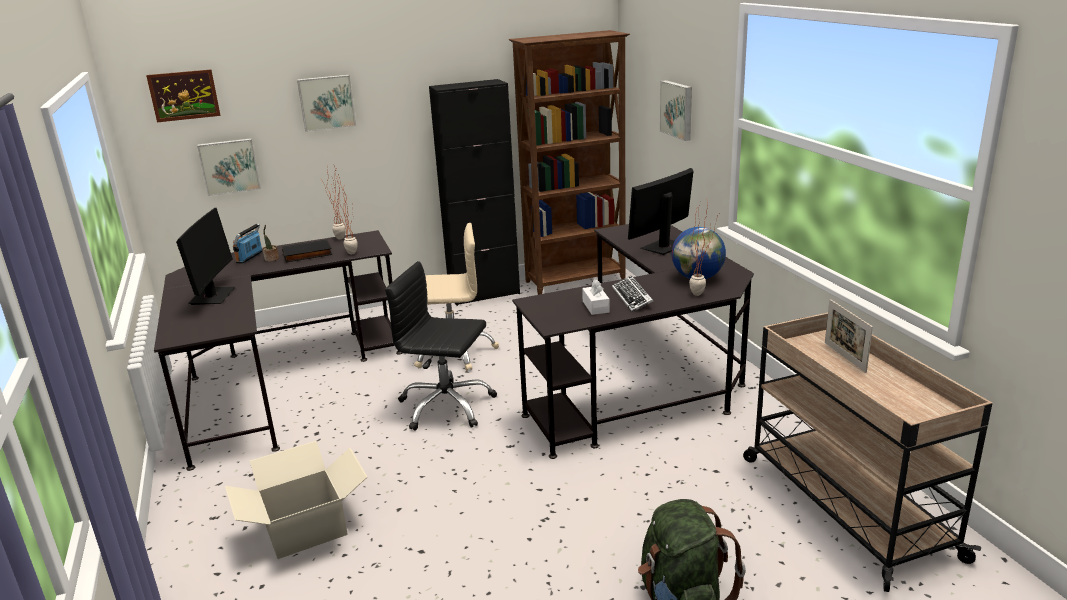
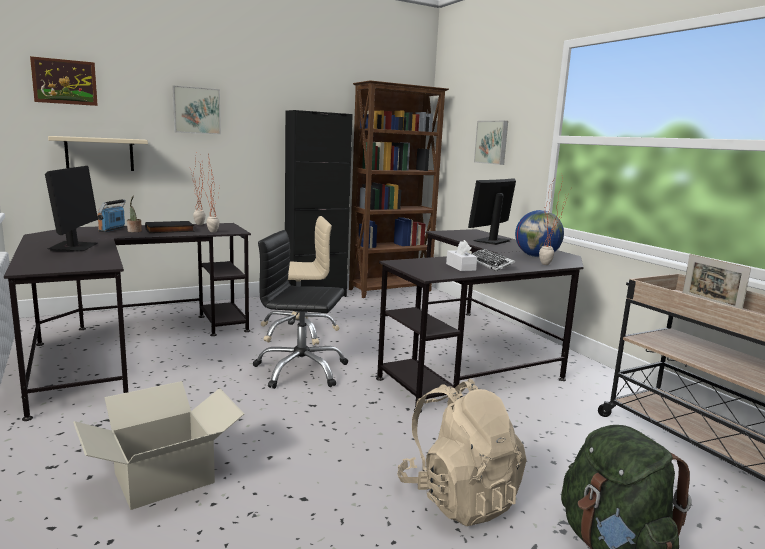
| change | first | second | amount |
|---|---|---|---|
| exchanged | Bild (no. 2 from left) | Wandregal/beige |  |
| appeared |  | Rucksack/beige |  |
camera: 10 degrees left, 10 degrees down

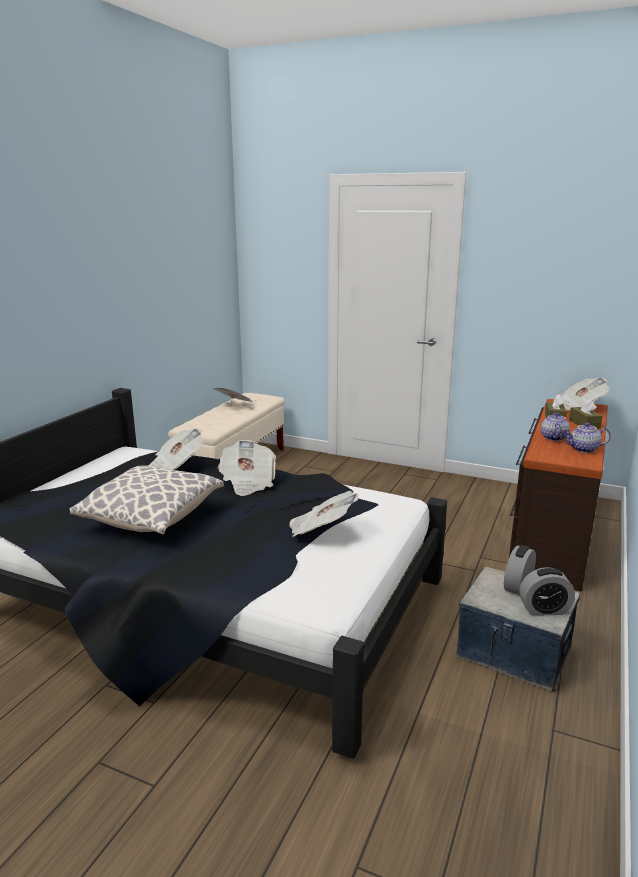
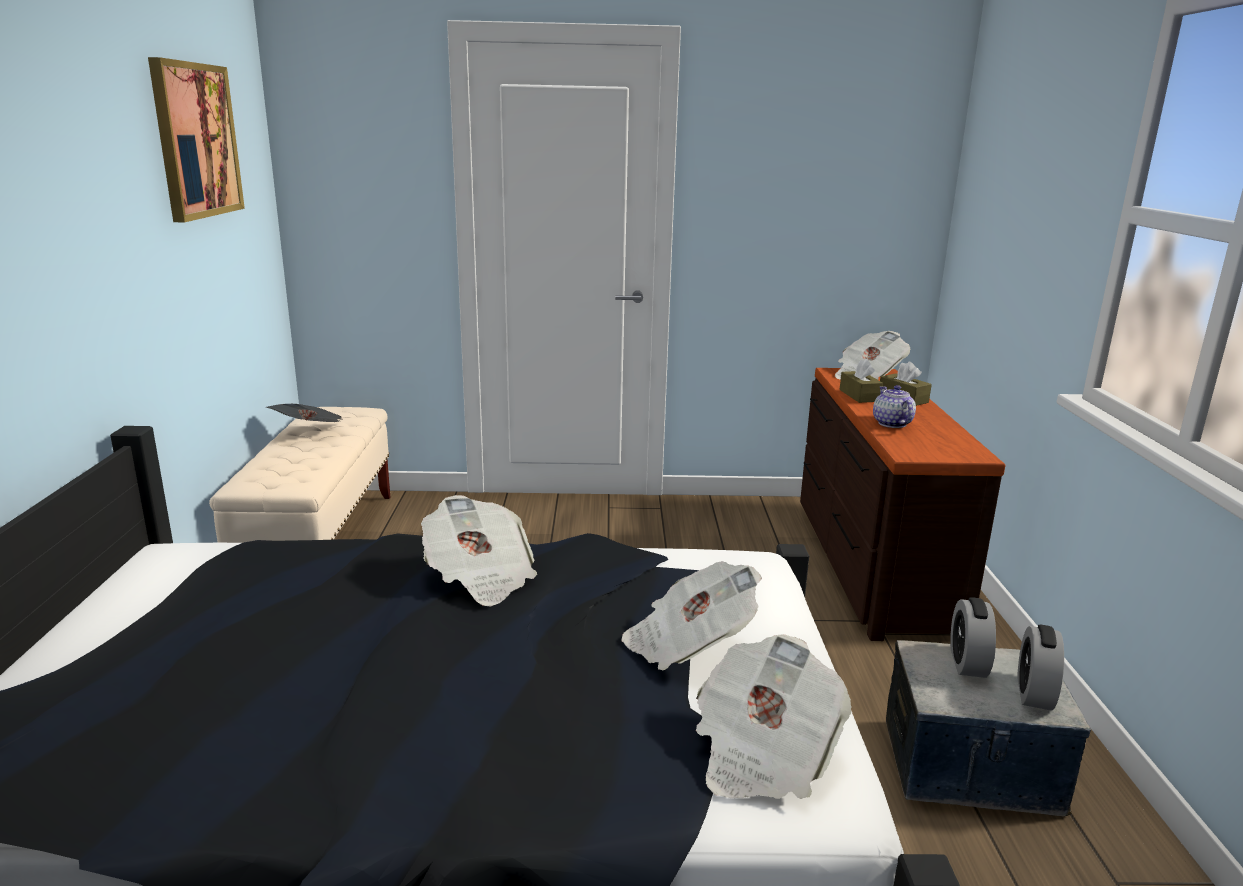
| change | first | second | amount |
|---|---|---|---|
| appeared |  | Bild |  |
| relocated | Zeitung (no. 1 from left in the first image) | Zeitung (no. 4 from left) |  |
| spun | Wecker (no. 2 from left) |  | 135 degrees clockwise |
| missing | Kissen |  |  |
| missing | Teekanne (no. 2 from left) |  |  |
camera: 25 degrees left, 0 degrees up

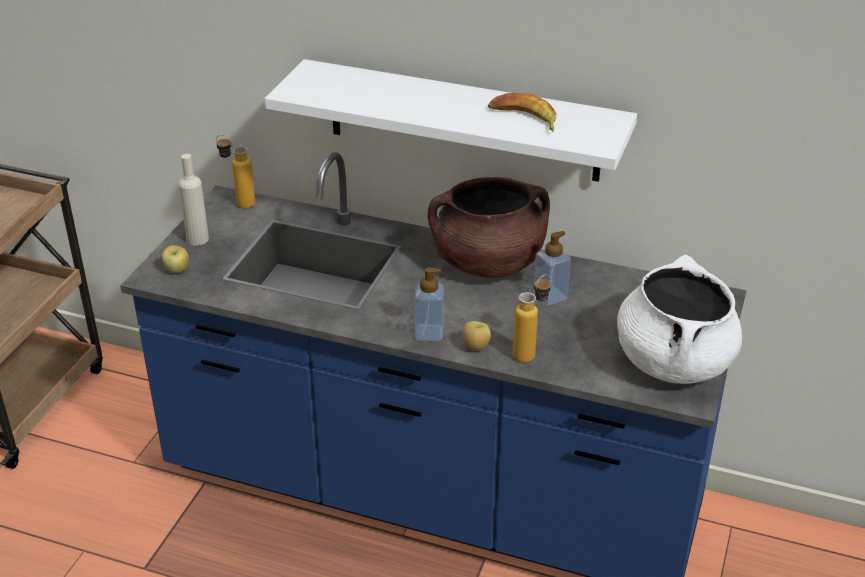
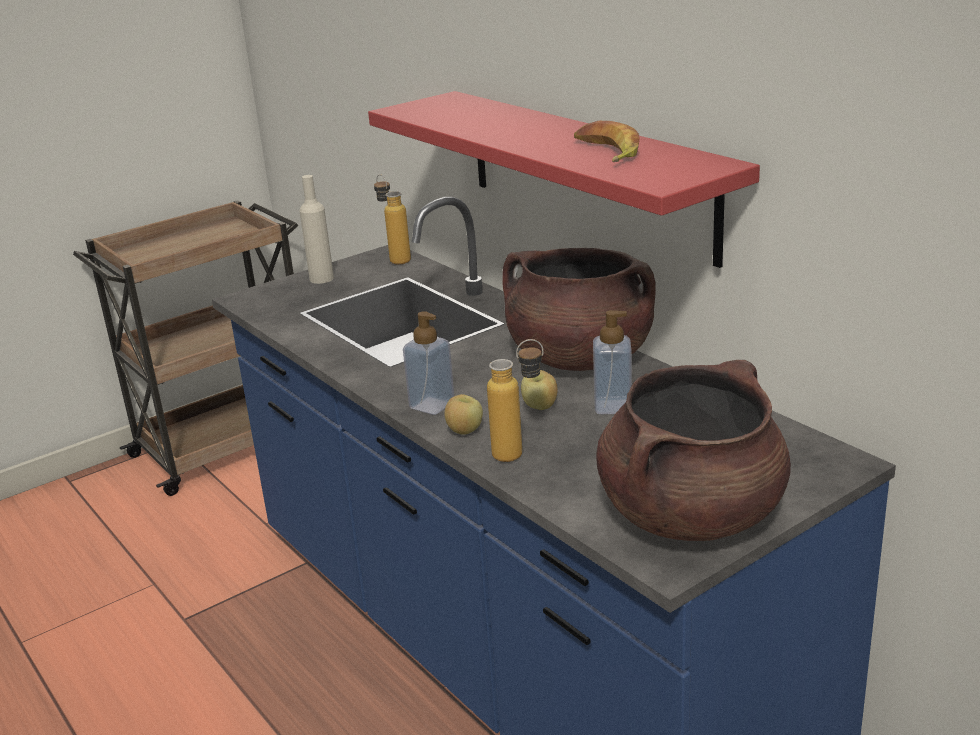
| change | first | second | amount |
|---|---|---|---|
| colour | Wandregal/weiß | Wandregal/rot |  |
| relocated | Apfel (no. 1 from left in the first image) | Apfel (no. 2 from left) |  |
| colour | Kochtopf/weiß | Kochtopf/braun (no. 2 from left) |  |
camera: 35 degrees right, 10 degrees down

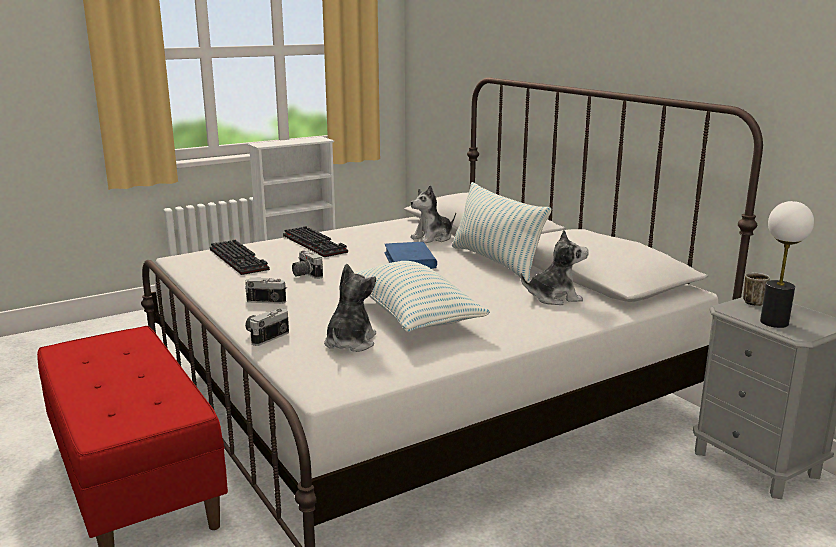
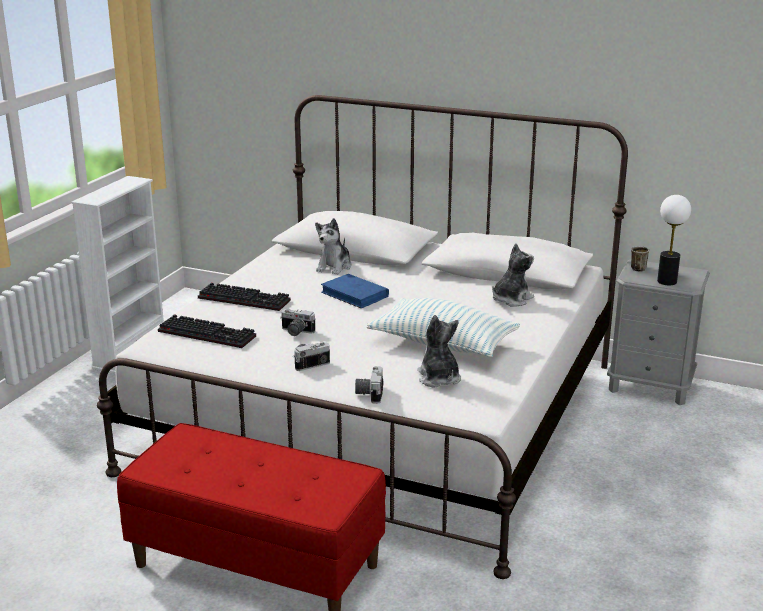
| change | first | second | amount |
|---|---|---|---|
| missing | Kissen (no. 2 from left) |  |  |
camera: 35 degrees left, 5 degrees up

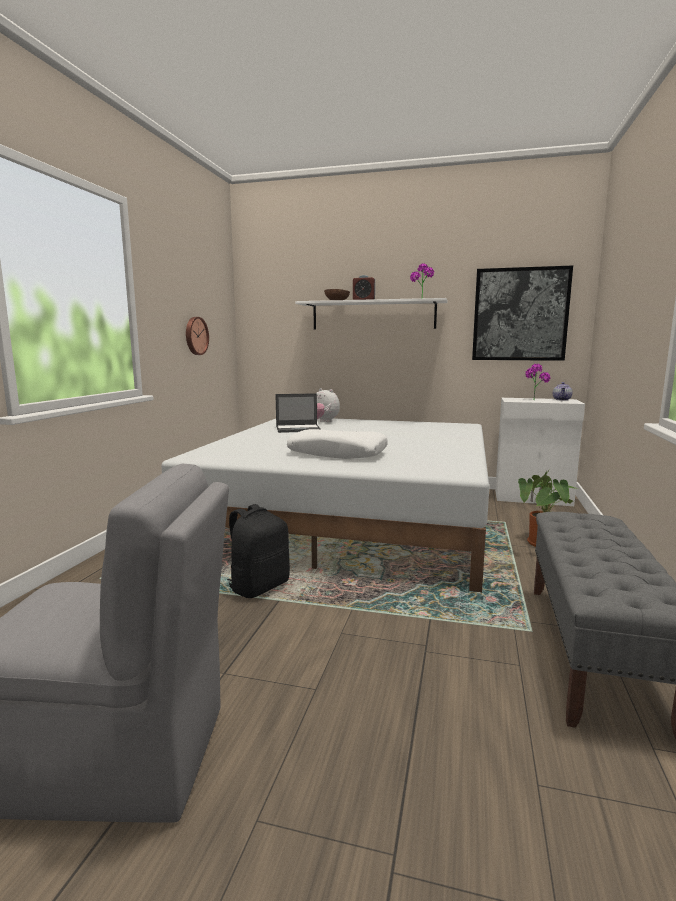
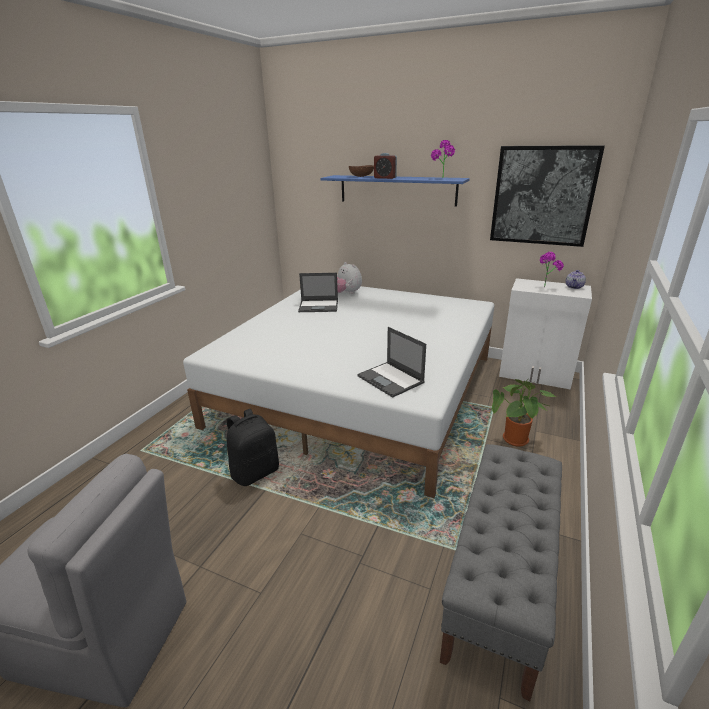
| change | first | second | amount |
|---|---|---|---|
| colour | Wandregal/weiß | Wandregal/blau |  |
| appeared |  | Laptop (no. 2 from left) |  |
| missing | Wanduhr |  |  |
| missing | Kissen/weiß |  |  |
camera: 10 degrees right, 15 degrees up

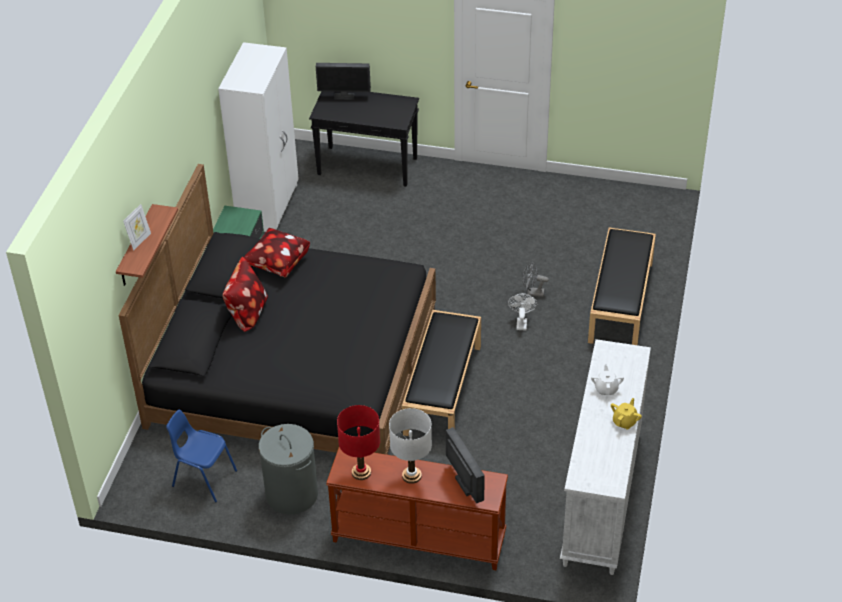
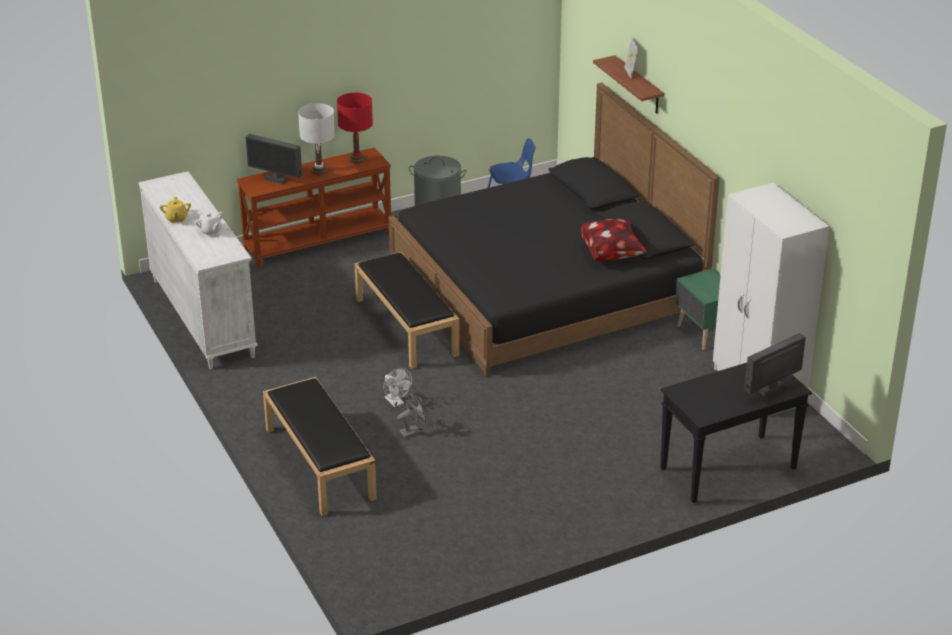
| change | first | second | amount |
|---|---|---|---|
| missing | Kissen (no. 1 from left) |  |  |
camera: 140 degrees right, 10 degrees down

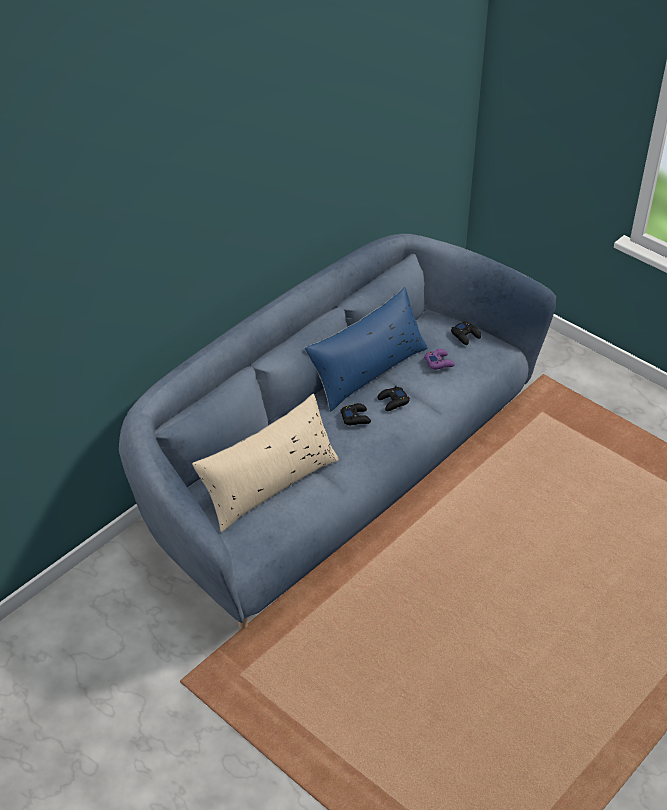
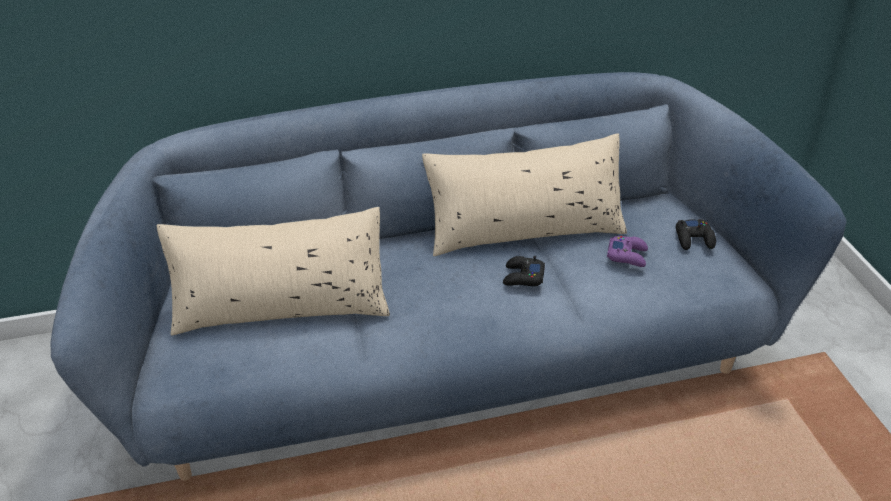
| change | first | second | amount |
|---|---|---|---|
| colour | Kissen/blau | Kissen/beige (no. 2 from left) |  |
| missing | Gamepad/schwarz (no. 1 from left) |  |  |
camera: 35 degrees right, 5 degrees down

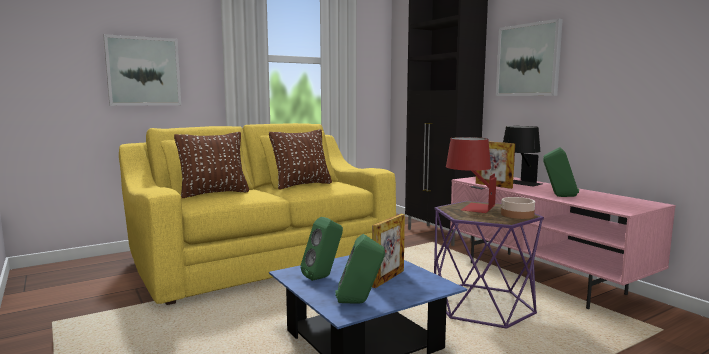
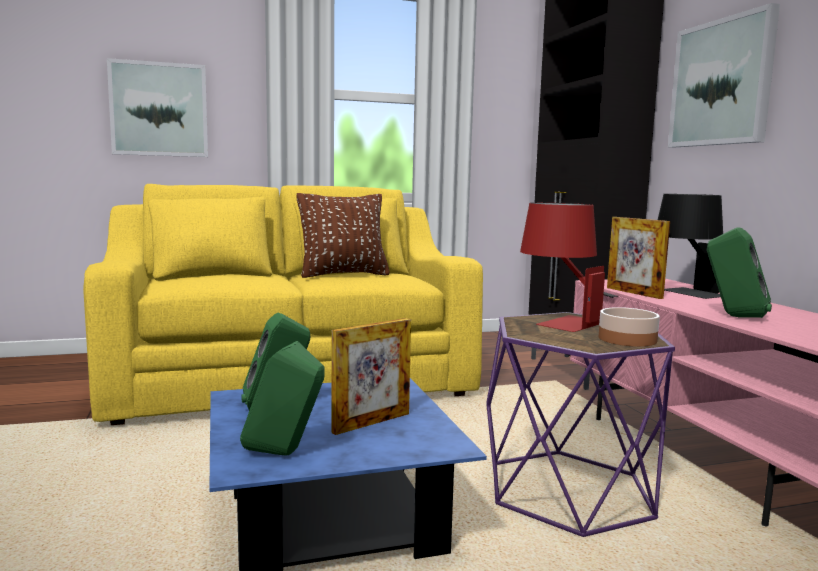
| change | first | second | amount |
|---|---|---|---|
| missing | Kissen/braun (no. 1 from left) |  |  |
camera: 15 degrees right, 0 degrees up

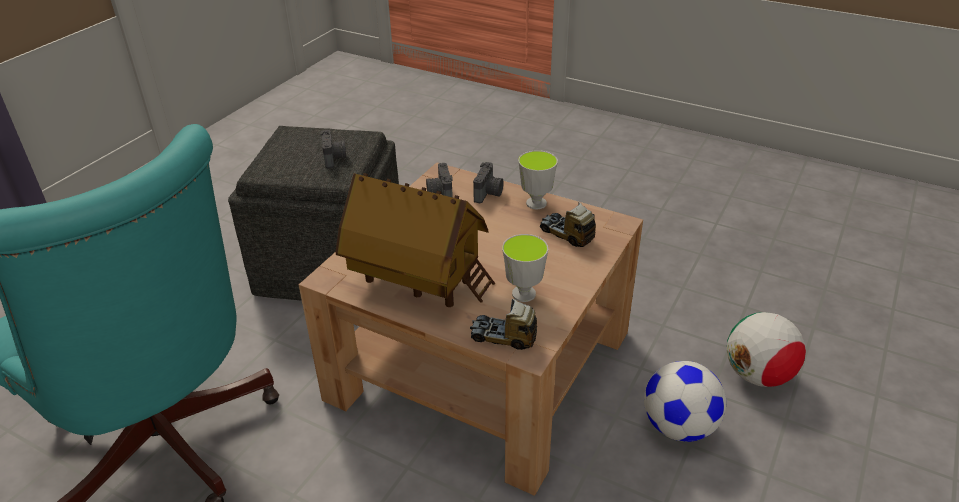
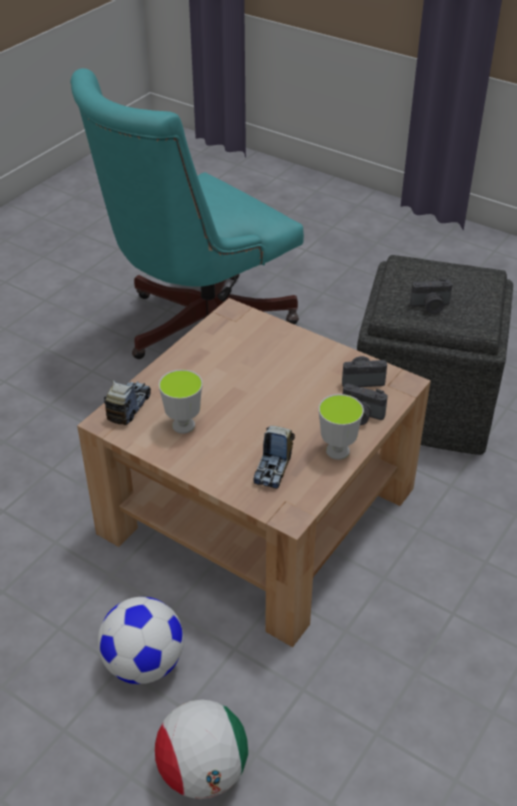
| change | first | second | amount |
|---|---|---|---|
| spun | Spielzeuglaster (no. 2 from left) |  | 150 degrees clockwise |
| missing | Spielzeughaus |  |  |
camera: 95 degrees right, 5 degrees up

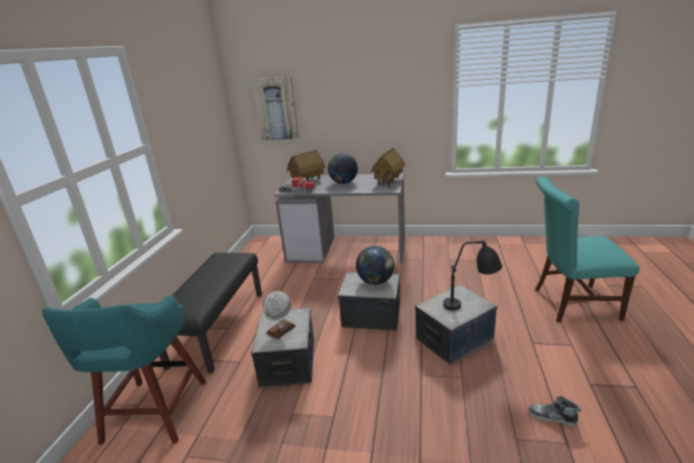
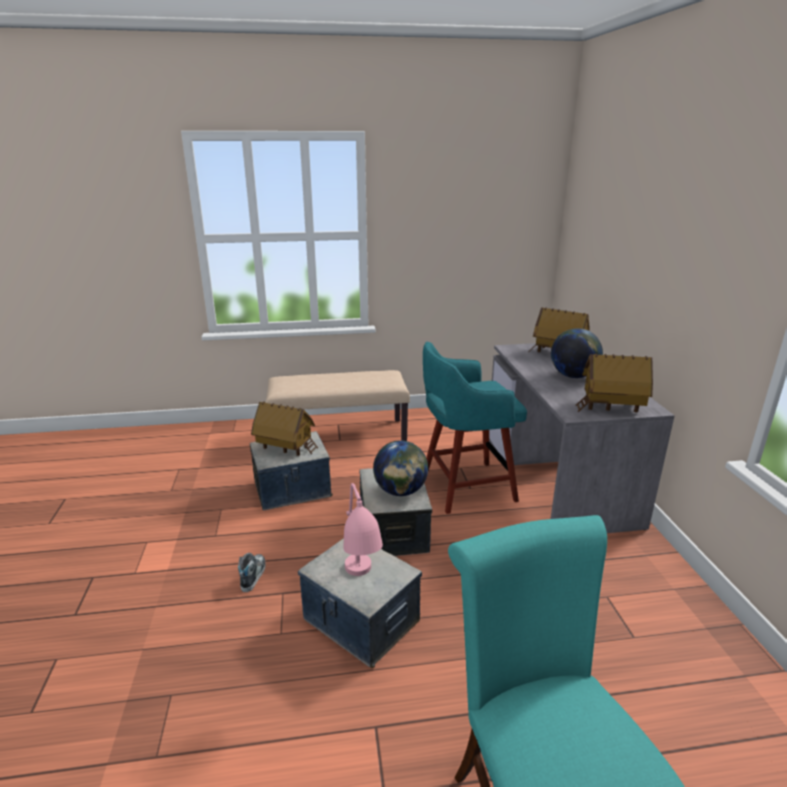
| change | first | second | amount |
|---|---|---|---|
| relocated | Schuh |  |  |
| exchanged | Globus (no. 1 from left) | Spielzeughaus (no. 1 from left) |  |
| colour | Bank/schwarz | Bank/beige |  |
| colour | Tischlampe/schwarz | Tischlampe/rosa |  |
| relocated | Hocker/türkis |  |  |
| missing | Bild |  |  |
| missing | Spielzeuglaster |  |  |
camera: 70 degrees right, 0 degrees up

